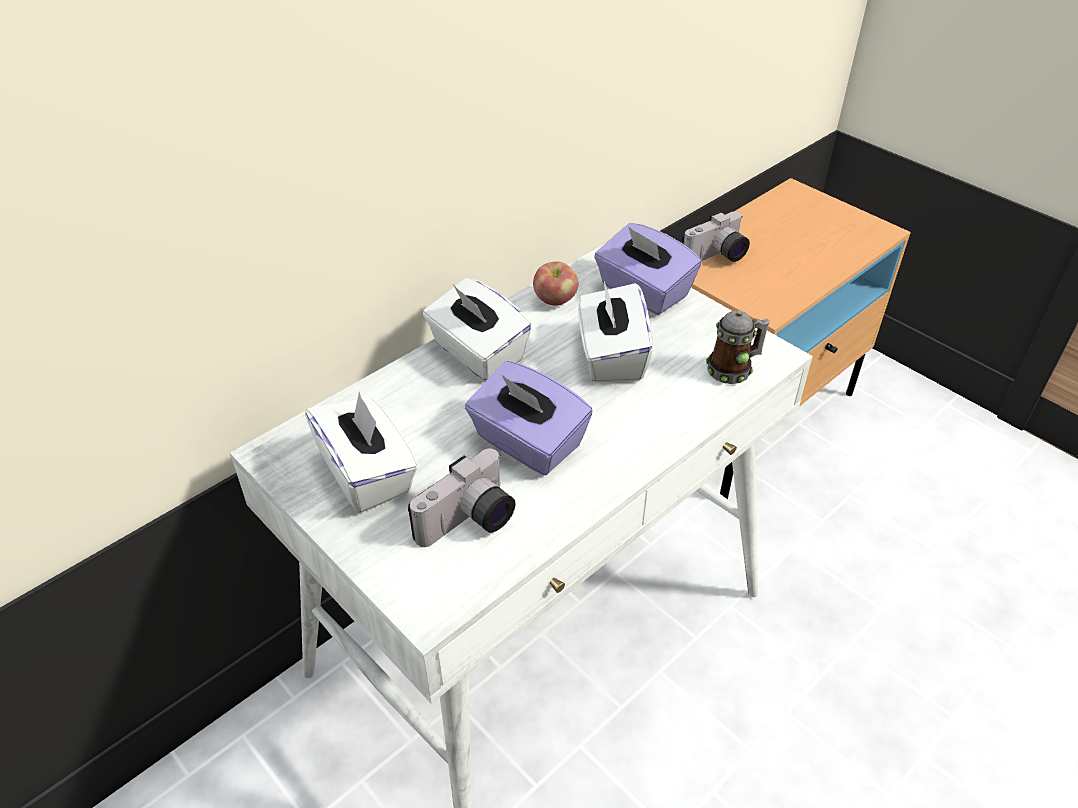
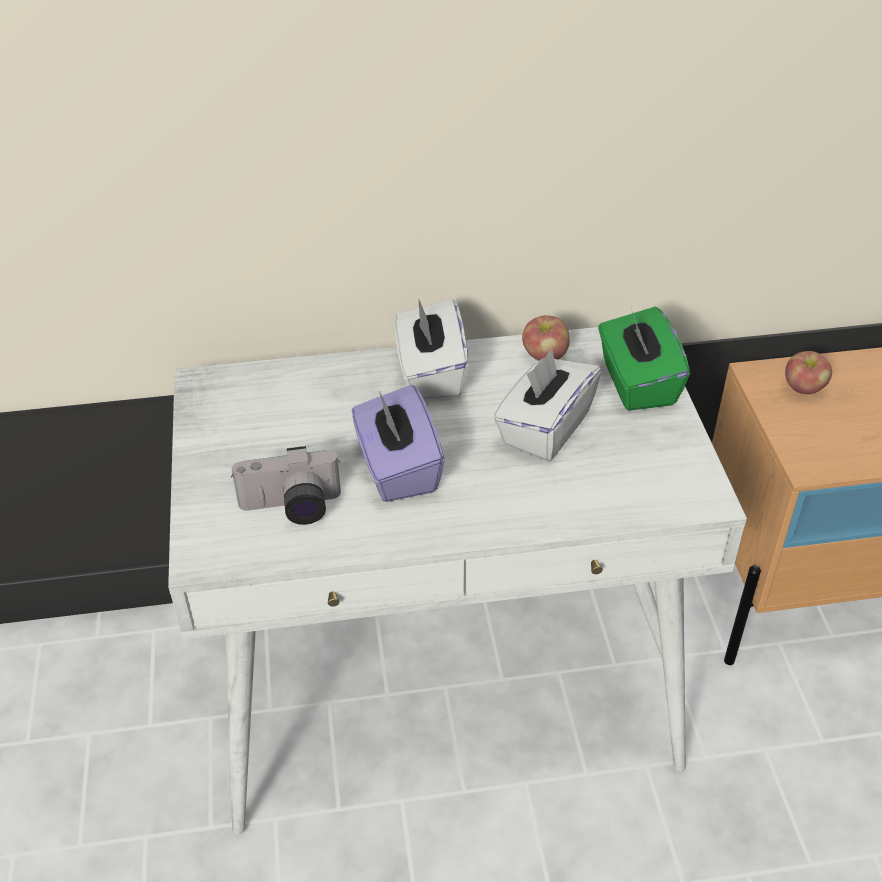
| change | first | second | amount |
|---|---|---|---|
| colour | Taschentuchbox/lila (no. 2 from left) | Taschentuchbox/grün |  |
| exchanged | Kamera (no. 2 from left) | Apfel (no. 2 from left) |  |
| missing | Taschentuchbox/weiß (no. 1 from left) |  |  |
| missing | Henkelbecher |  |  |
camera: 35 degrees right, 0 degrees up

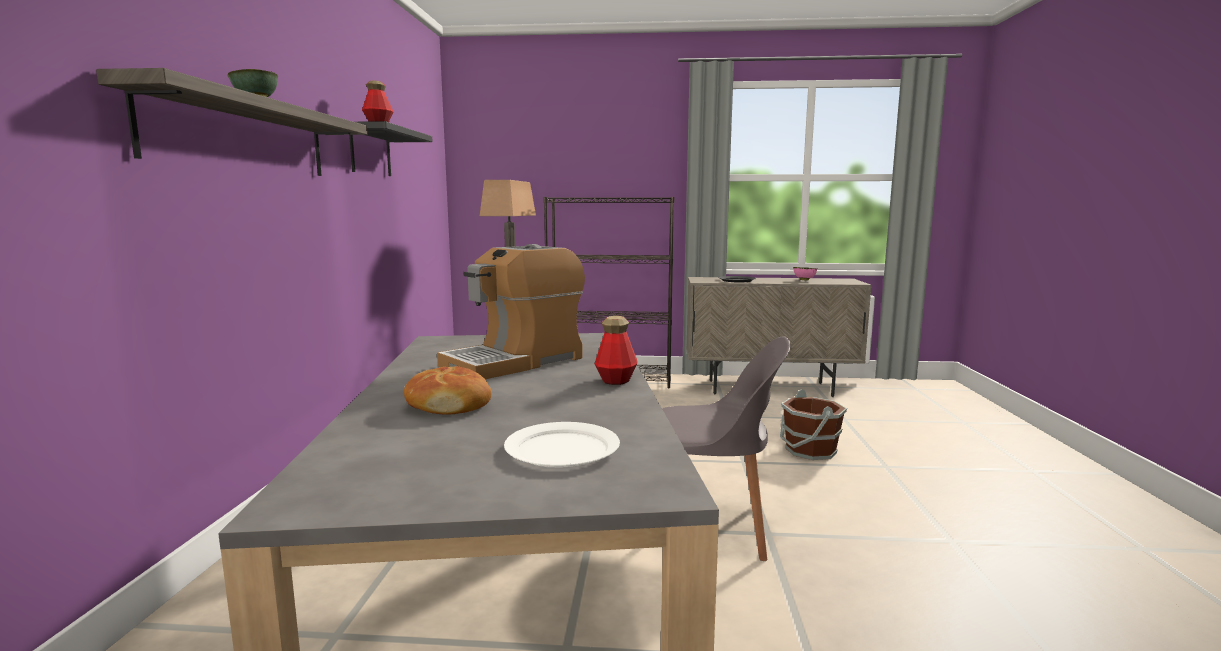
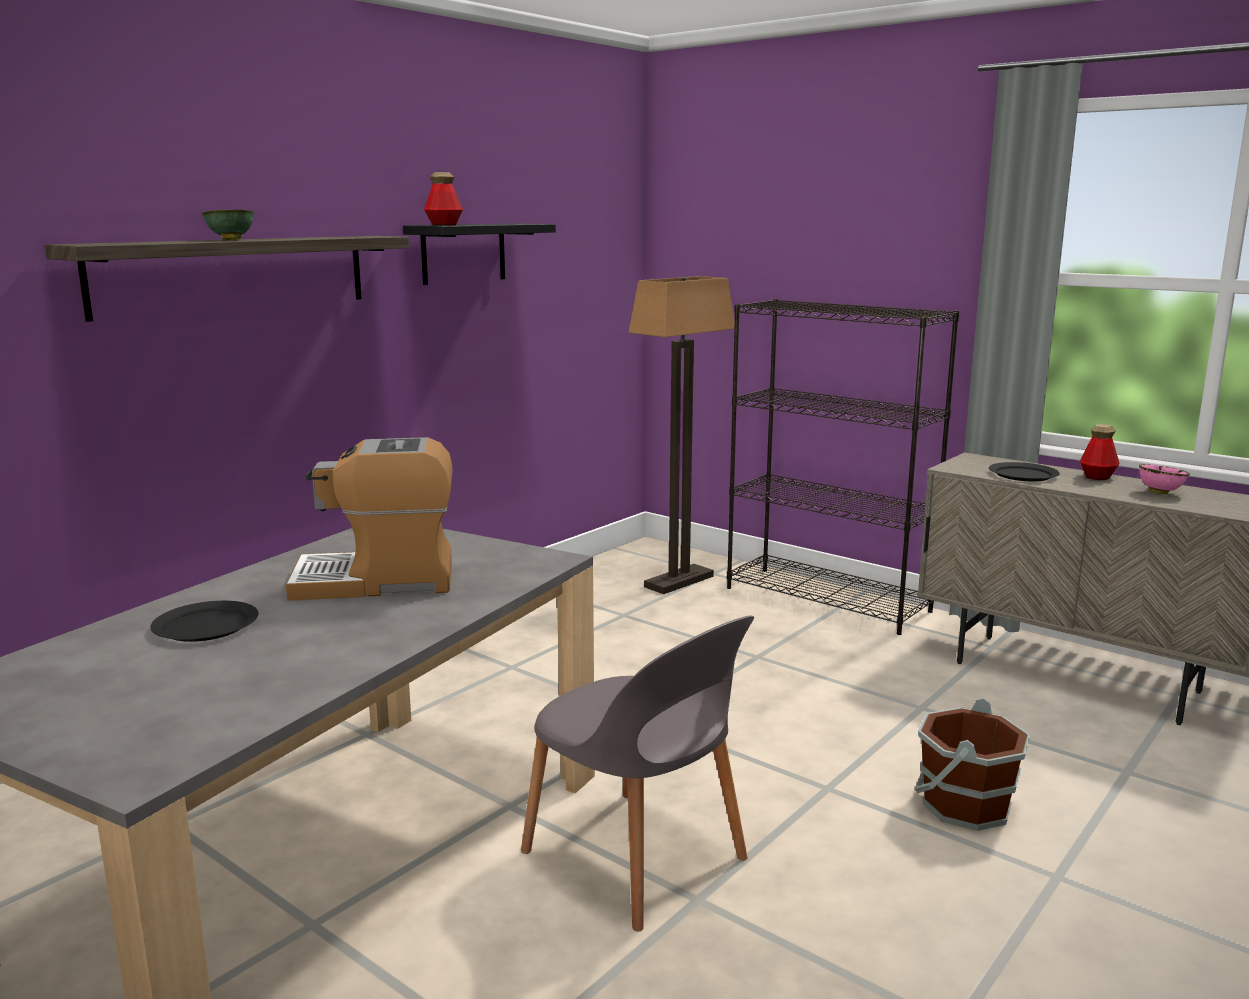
| change | first | second | amount |
|---|---|---|---|
| exchanged | Brot | Teller/schwarz (no. 1 from left) |  |
| relocated | Flasche (no. 2 from left) |  |  |
| missing | Teller/weiß |  |  |
camera: 35 degrees right, 5 degrees up

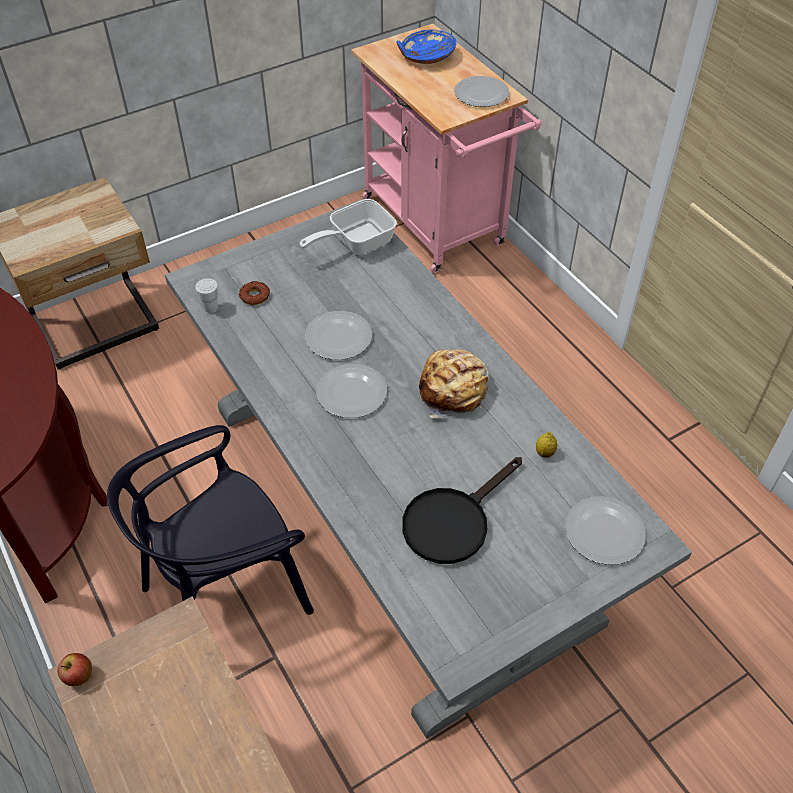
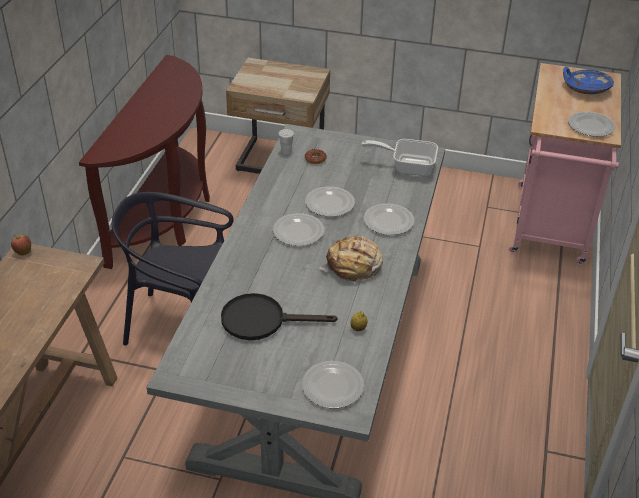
| change | first | second | amount |
|---|---|---|---|
| appeared |  | Teller (no. 4 from left) |  |
camera: 45 degrees right, 10 degrees down

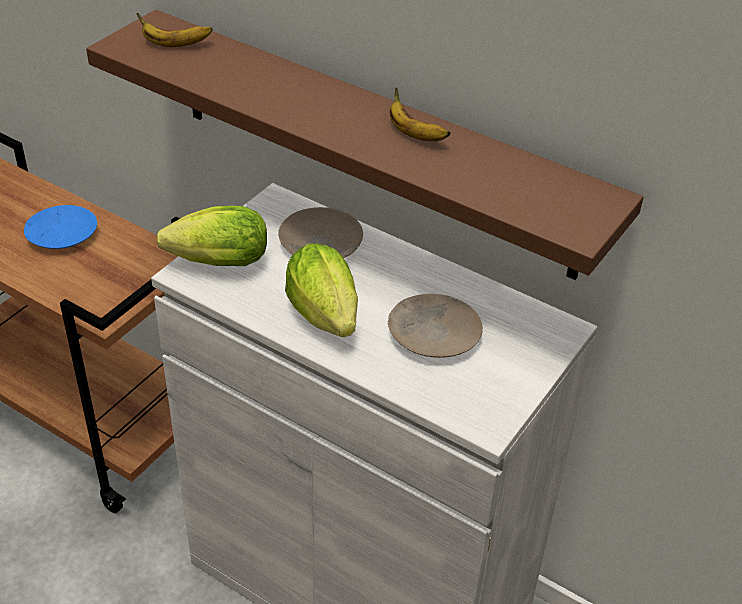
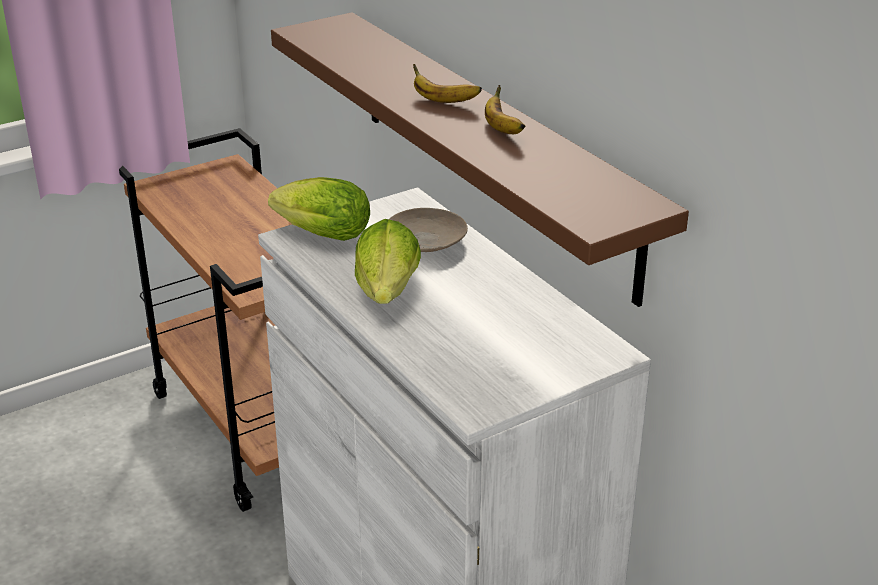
| change | first | second | amount |
|---|---|---|---|
| relocated | Banane (no. 1 from left) |  |  |
| missing | Teller/blau |  |  |
| missing | Teller/beige (no. 2 from left) |  |  |
camera: 25 degrees right, 10 degrees down

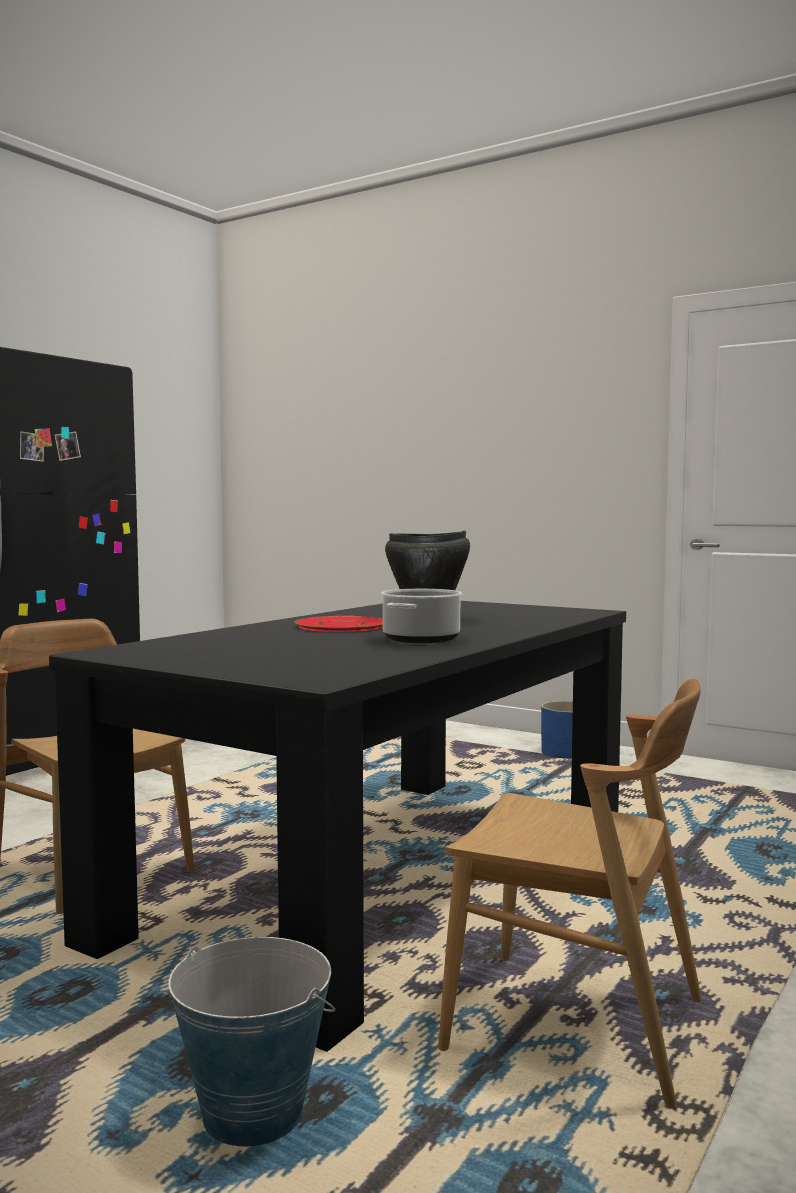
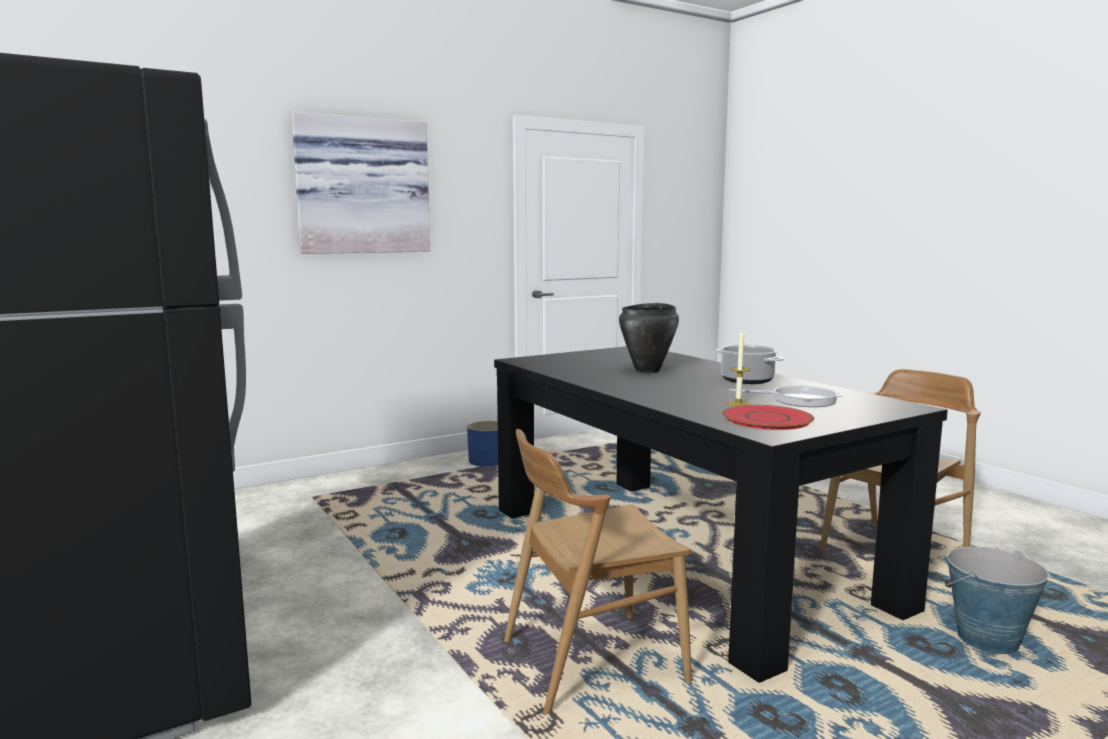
| change | first | second | amount |
|---|---|---|---|
| appeared |  | Bild |  |
| relocated | Teller/rot |  |  |
| appeared |  | Kerze |  |
| appeared |  | Pfanne |  |
camera: 65 degrees left, 5 degrees up

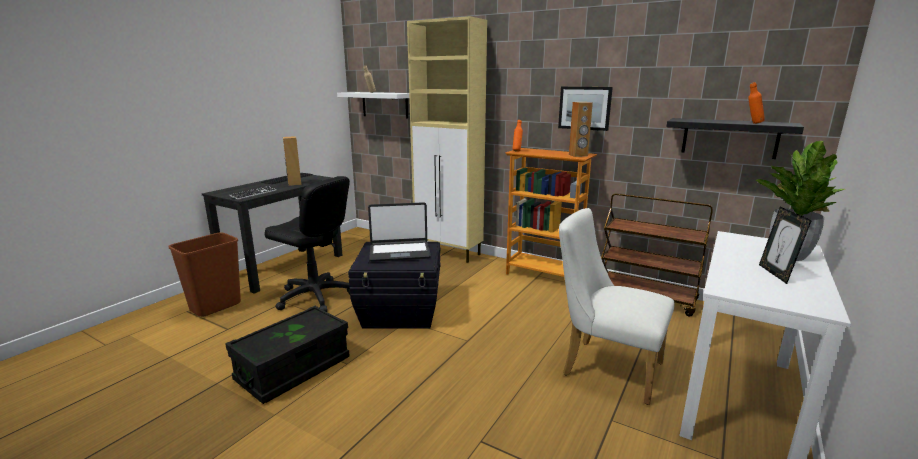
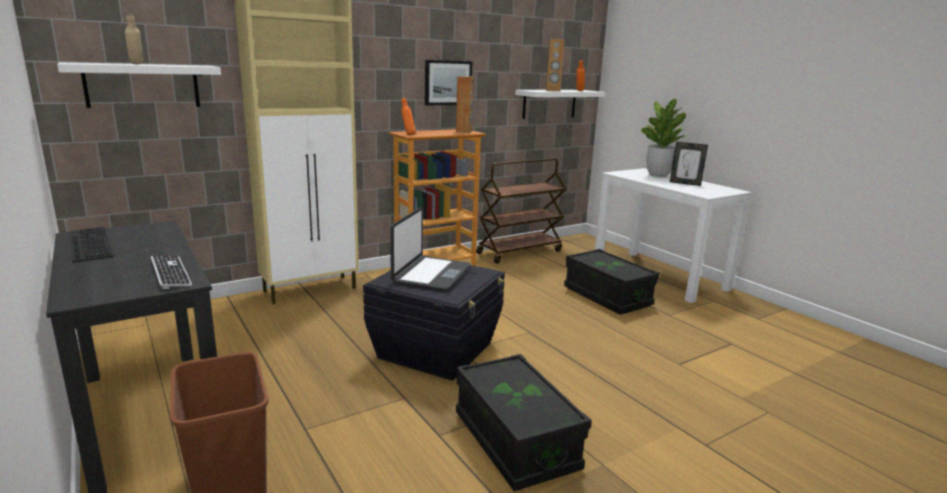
| change | first | second | amount |
|---|---|---|---|
| colour | Wandregal/schwarz | Wandregal/weiß (no. 2 from left) |  |
| relocated | Lautsprecher/braun (no. 1 from left in the first image) | Lautsprecher/braun (no. 2 from left) |  |
| exchanged | Stuhl/weiß | Aufbewahrungsbox/schwarz (no. 3 from left) |  |
| missing | Bürostuhl/schwarz |  |  |
camera: 65 degrees left, 0 degrees up

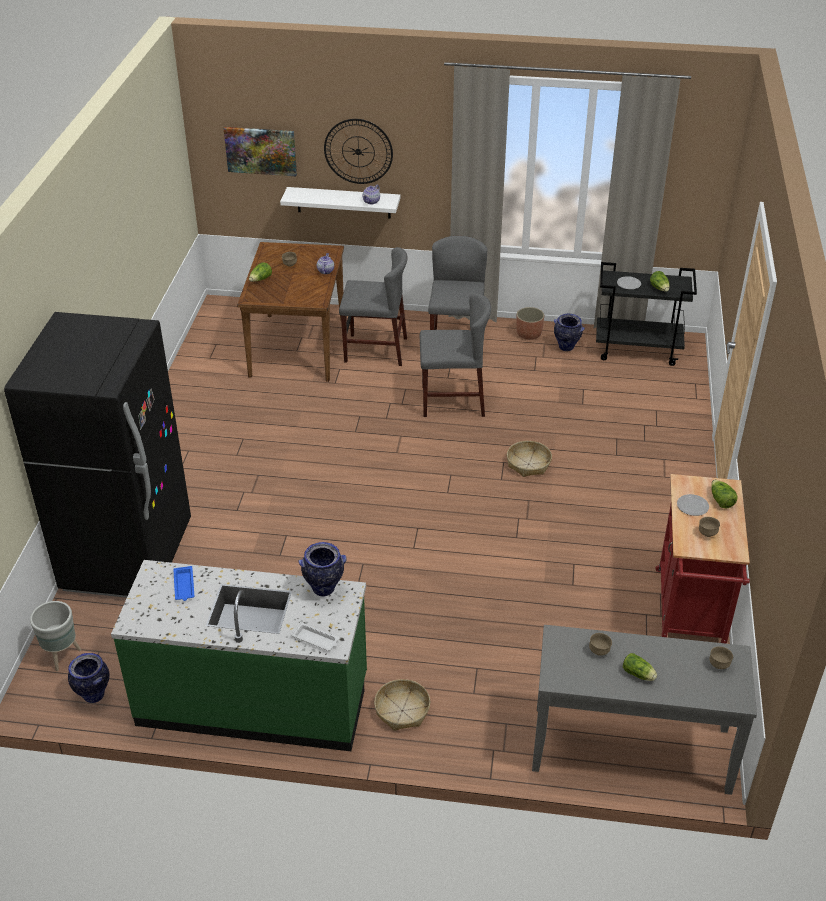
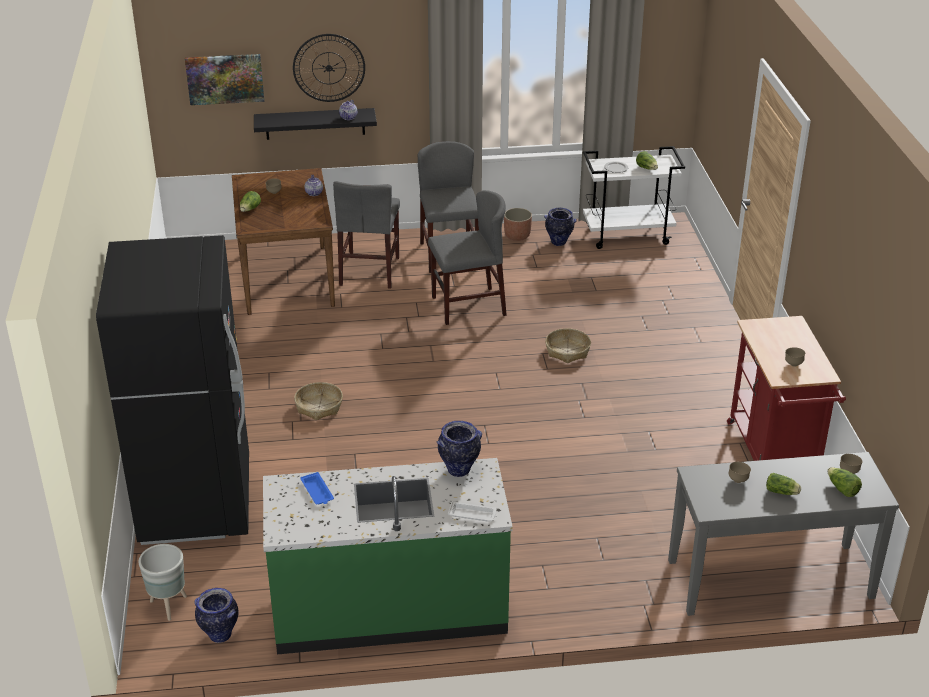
| change | first | second | amount |
|---|---|---|---|
| colour | Wandregal/weiß | Wandregal/schwarz |  |
| relocated | Korb (no. 1 from left) |  |  |
| spun | Stuhl/grau (no. 1 from left) |  | 105 degrees clockwise |
| colour | Rollwagen/schwarz | Rollwagen/weiß |  |
| relocated | Salatkopf (no. 4 from left) |  |  |
| missing | Teller (no. 2 from left) |  |  |
camera: 15 degrees left, 5 degrees down

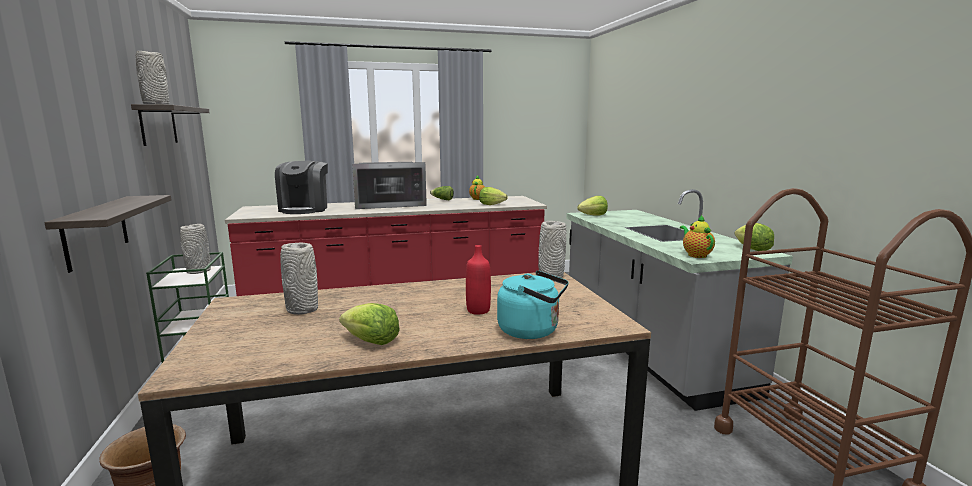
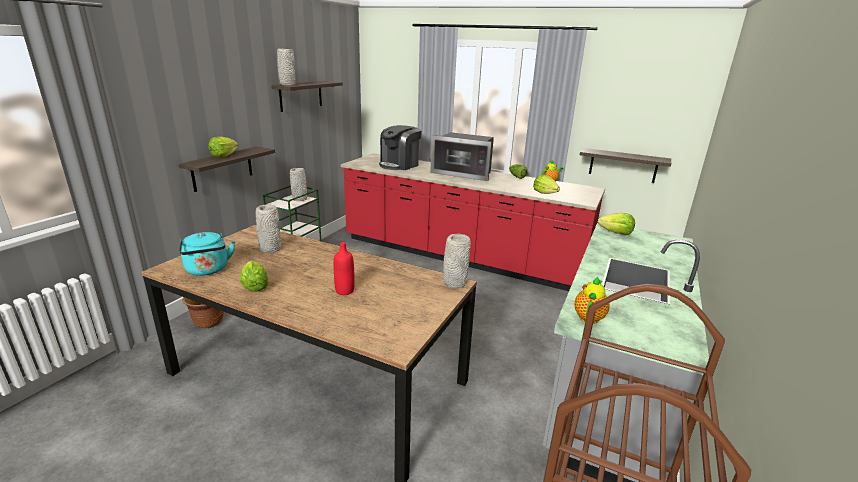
| change | first | second | amount |
|---|---|---|---|
| relocated | Wasserkessel/türkis |  |  |
| relocated | Salatkopf (no. 5 from left in the first image) | Salatkopf (no. 1 from left) |  |
| appeared |  | Wandregal (no. 3 from left) |  |
camera: 40 degrees right, 10 degrees up

